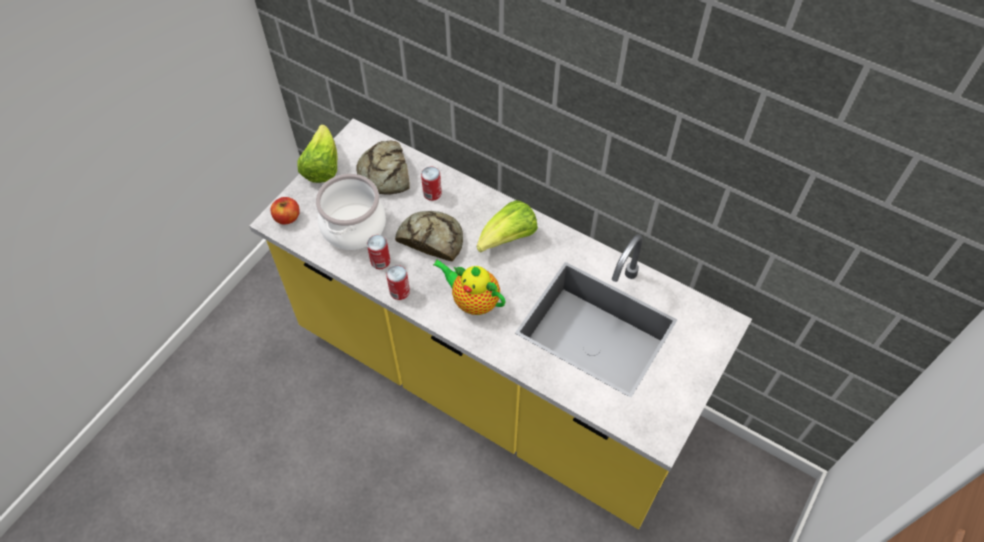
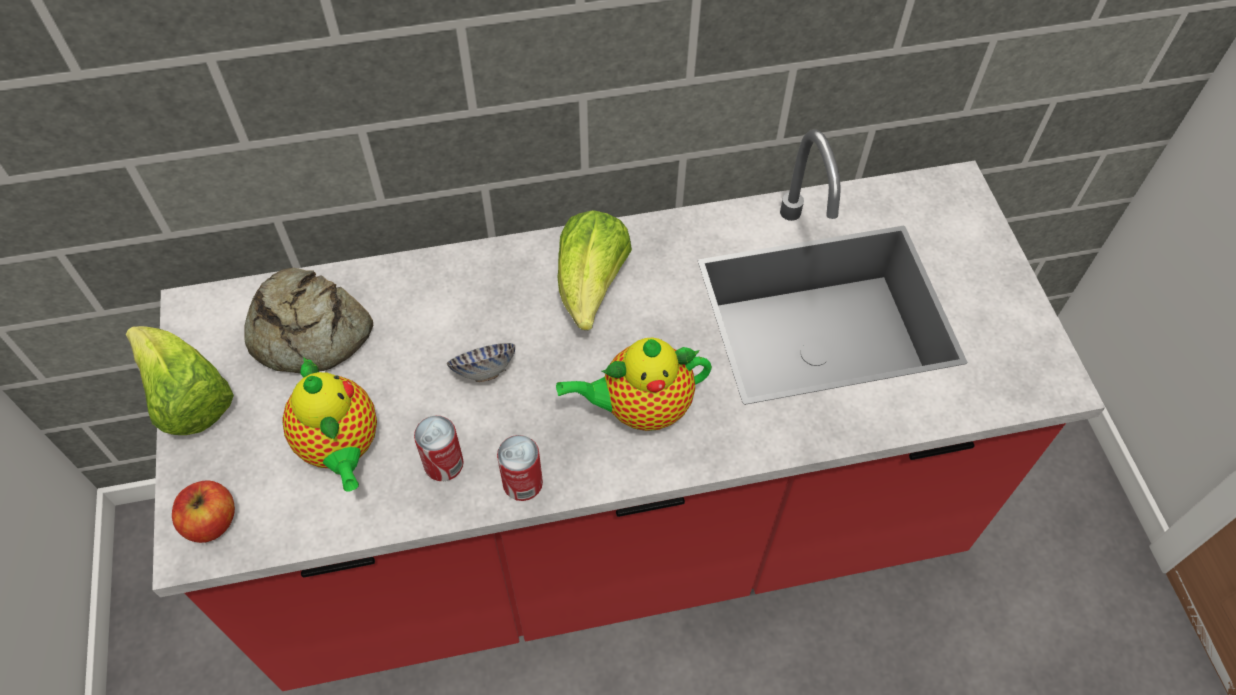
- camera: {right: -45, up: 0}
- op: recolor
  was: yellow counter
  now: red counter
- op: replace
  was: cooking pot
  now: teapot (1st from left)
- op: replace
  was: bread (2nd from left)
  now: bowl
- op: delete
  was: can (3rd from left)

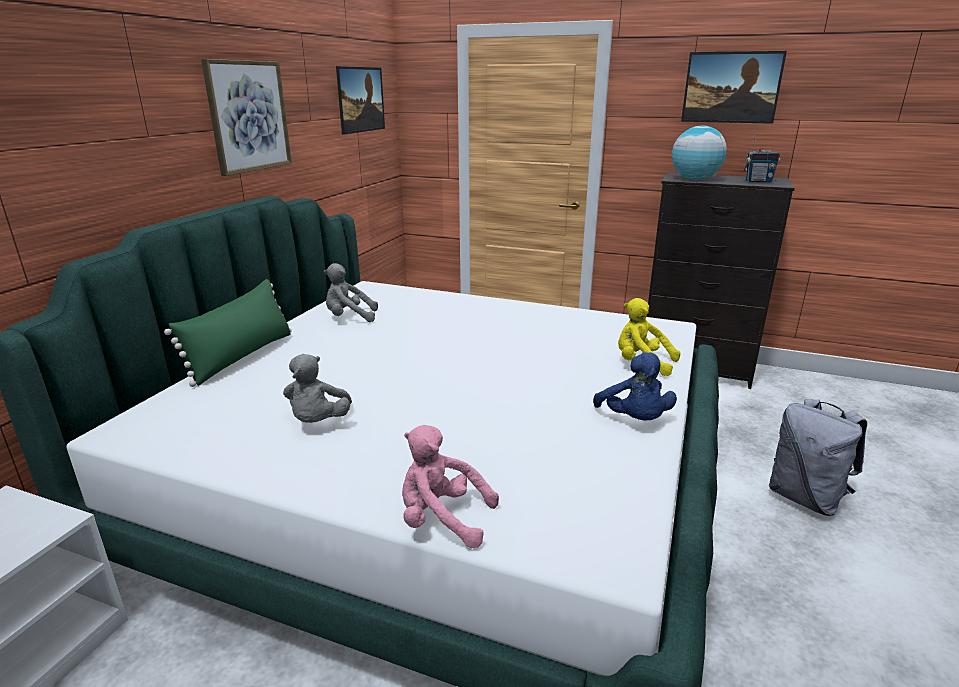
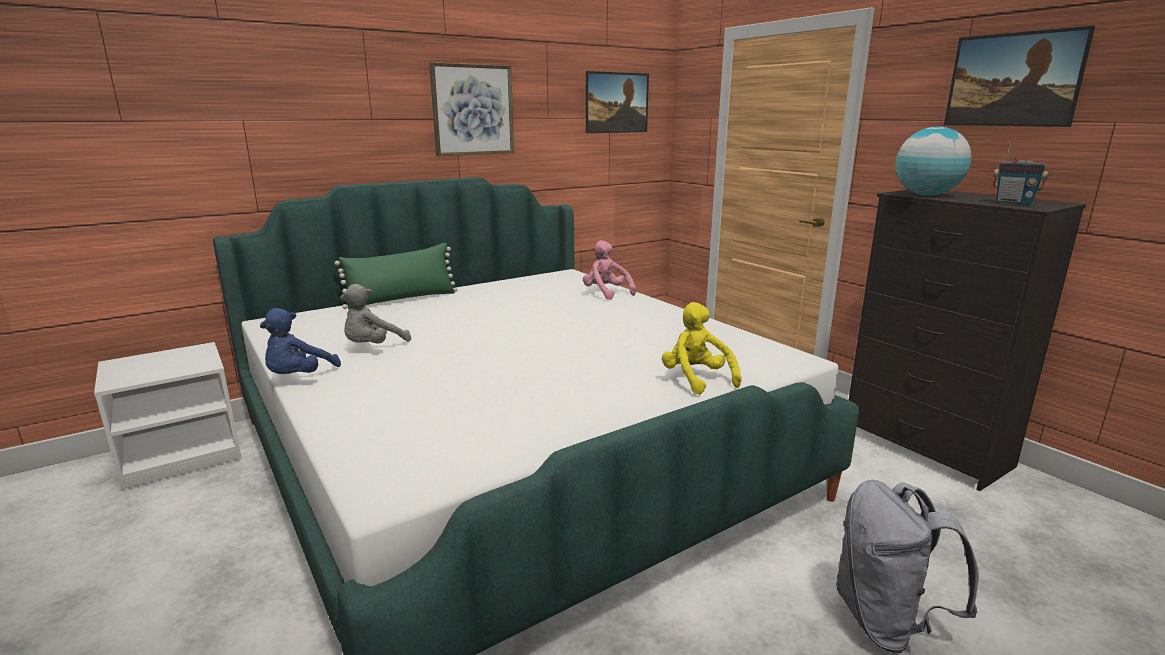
- camera: {right: 35, up: -5}
- op: delete
  was: grey plush toy (2nd from left)
- op: move
  was: pink plush toy
- op: move
  was: blue plush toy

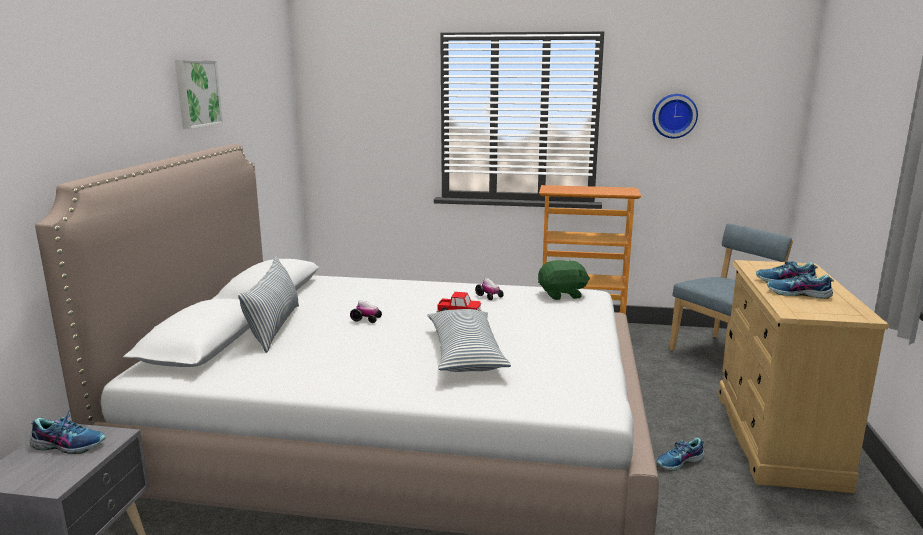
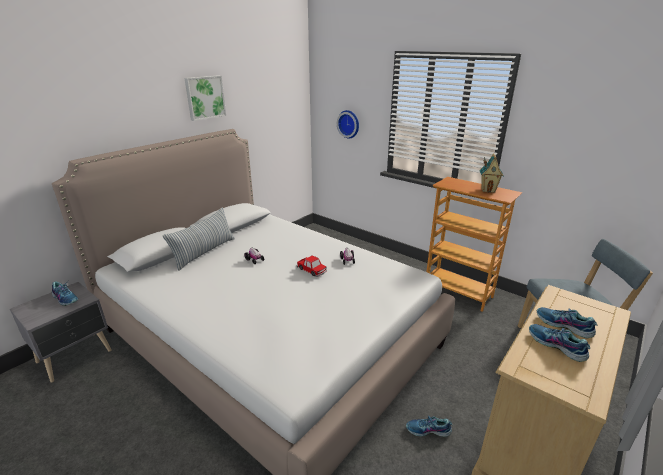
- camera: {right: 30, up: 10}
- op: delete
  was: pillow (2nd from left)
- op: delete
  was: green plush toy
- op: move
  was: wall clock
- op: insert
  now: toy house

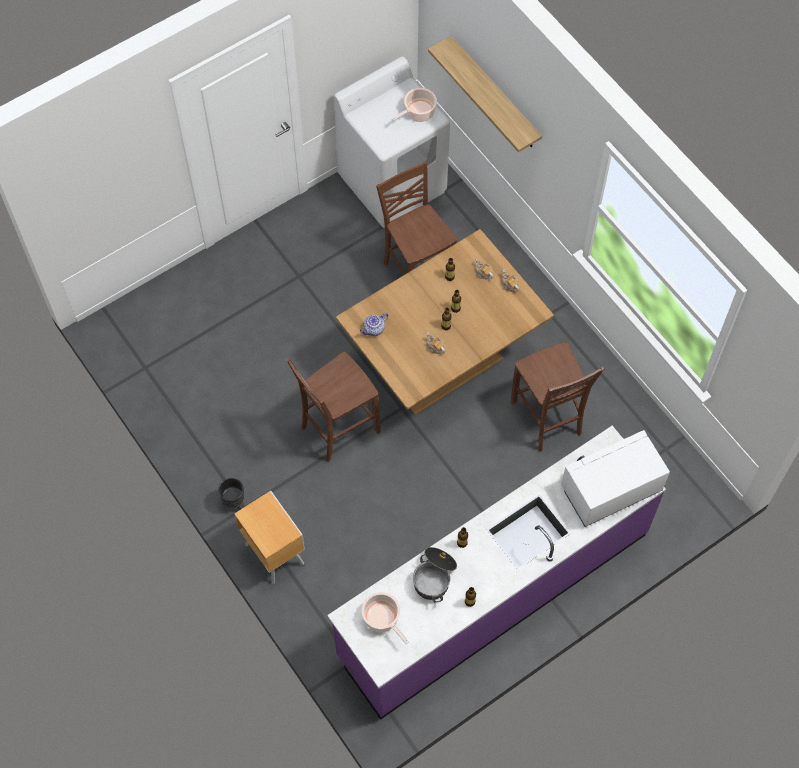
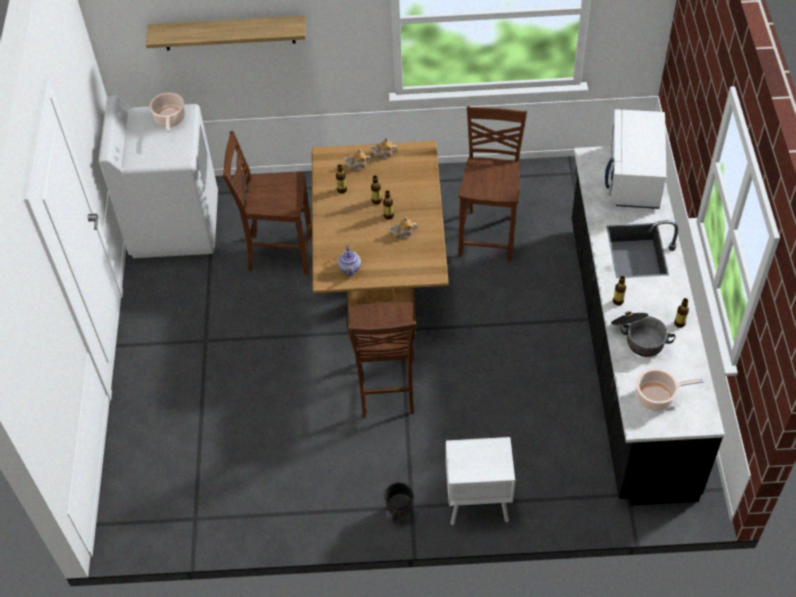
- camera: {right: -55, up: -10}
- op: recolor
  was: brown nightstand
  now: white nightstand
- op: recolor
  was: purple counter
  now: black counter
- op: rotate
  was: brown chair (3rd from left)
  clockwise: -90

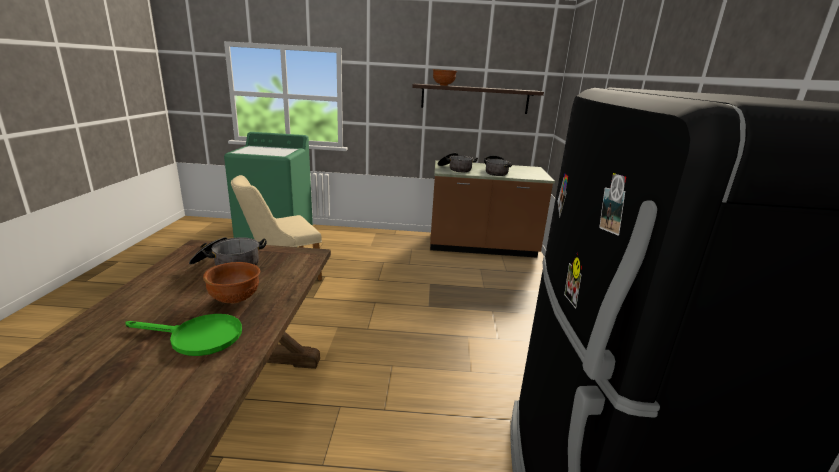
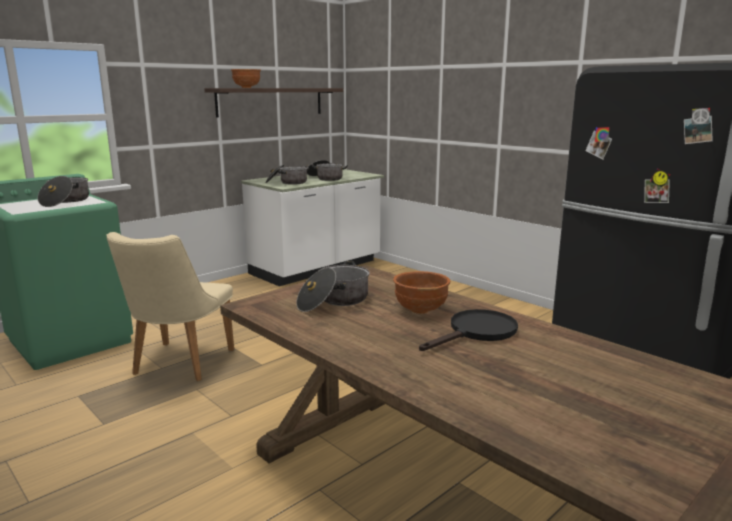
- camera: {right: -45, up: -5}
- op: recolor
  was: green frying pan
  now: black frying pan
- op: recolor
  was: brown counter
  now: white counter
- op: insert
  now: cooking pot (1st from left)

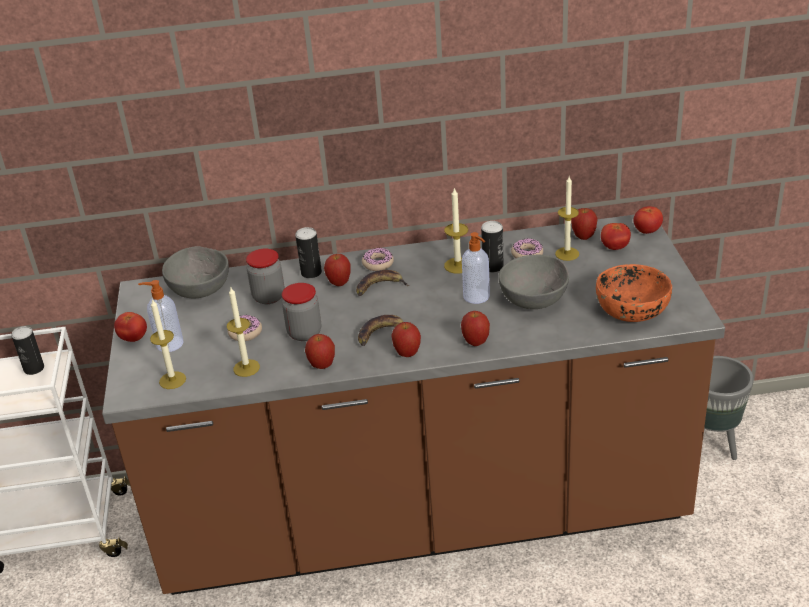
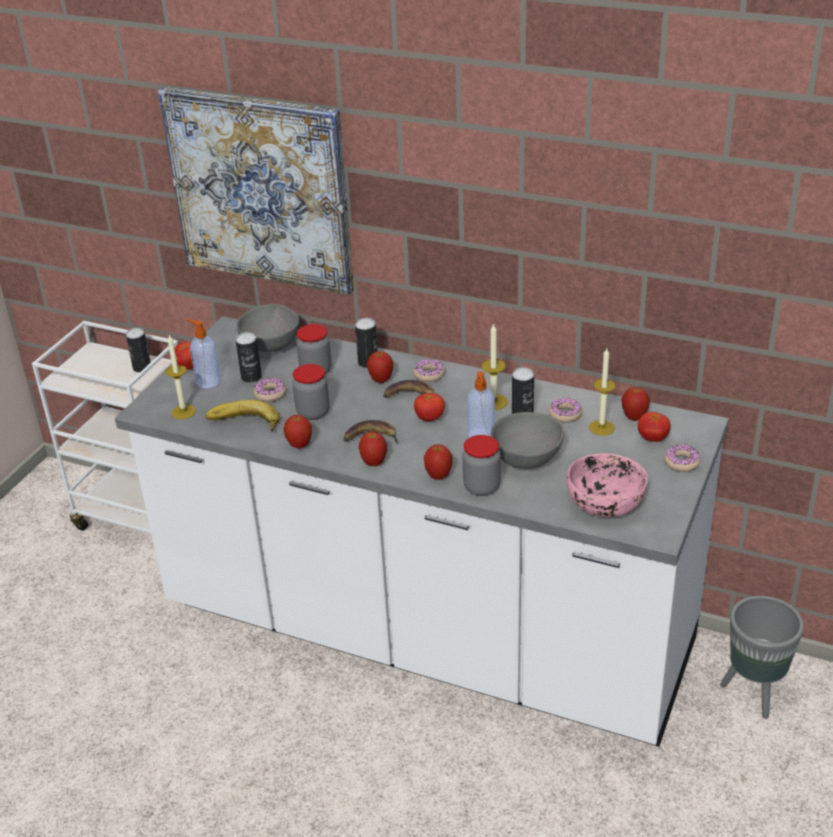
- camera: {right: 30, up: 0}
- op: recolor
  was: brown counter
  now: white counter
- op: replace
  was: candle (2nd from left)
  now: banana (1st from left)
- op: recolor
  was: orange bowl
  now: pink bowl
- op: move
  was: tomato (3rd from left in the first image)
  now: tomato (2nd from left)
- op: insert
  now: picture
- op: insert
  now: can (2nd from left)
- op: insert
  now: jar (3rd from left)
- op: insert
  now: donut (4th from left)

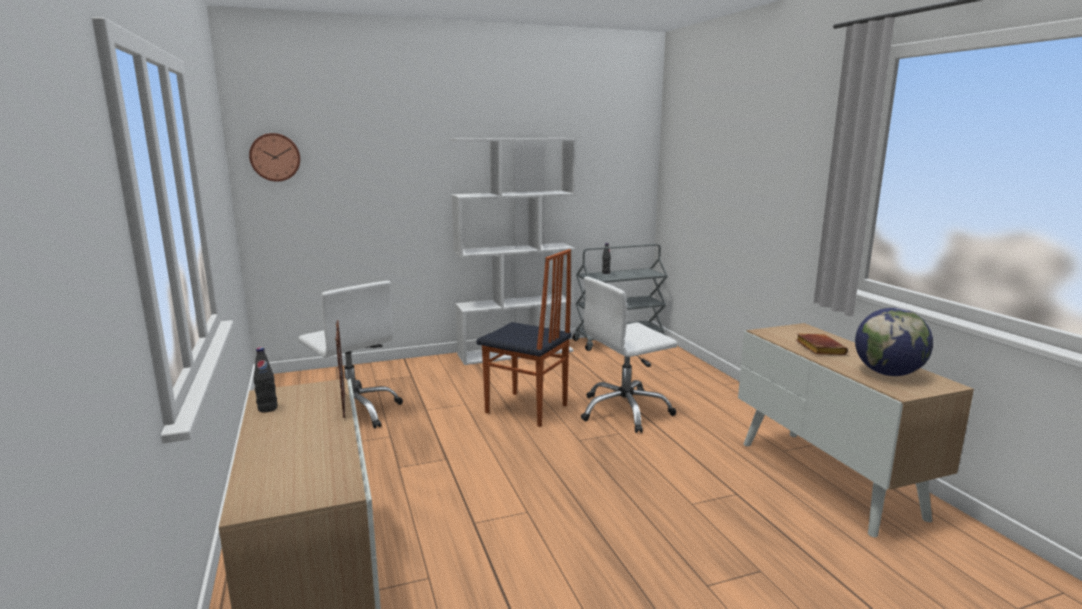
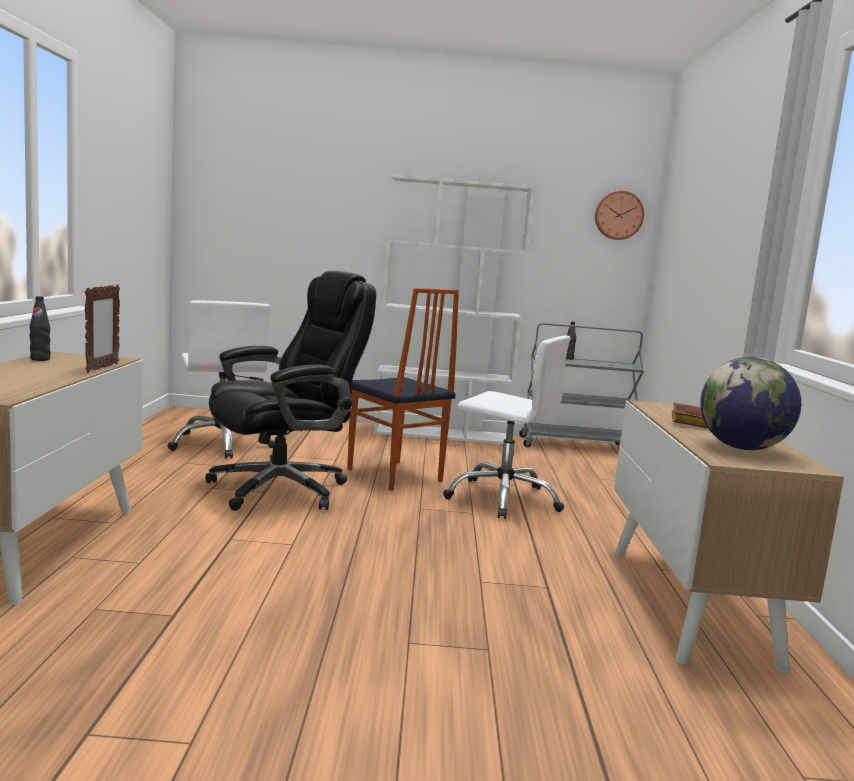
- camera: {right: 20, up: -5}
- op: move
  was: wall clock
- op: rotate
  was: white office chair (2nd from left)
  clockwise: -150
- op: insert
  now: black office chair

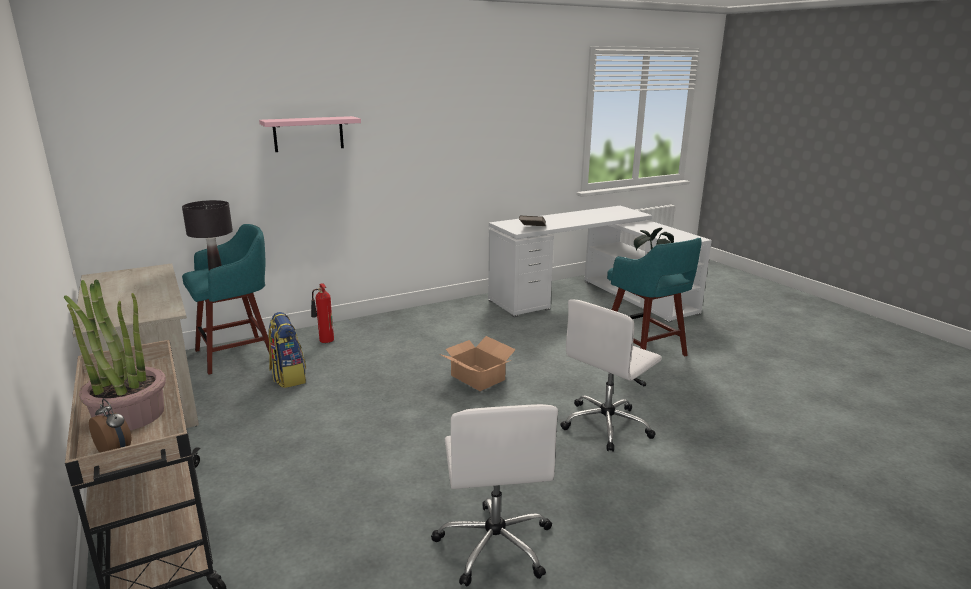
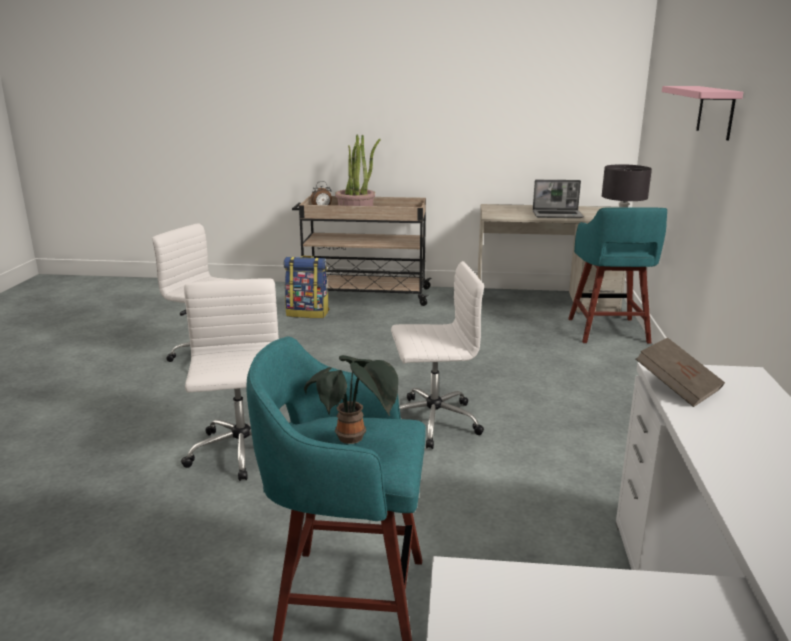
- camera: {right: 125, up: 0}
- op: move
  was: backpack
- op: delete
  was: fire extinguisher
- op: replace
  was: cardboard box
  now: white office chair (3rd from left)
- op: insert
  now: laptop

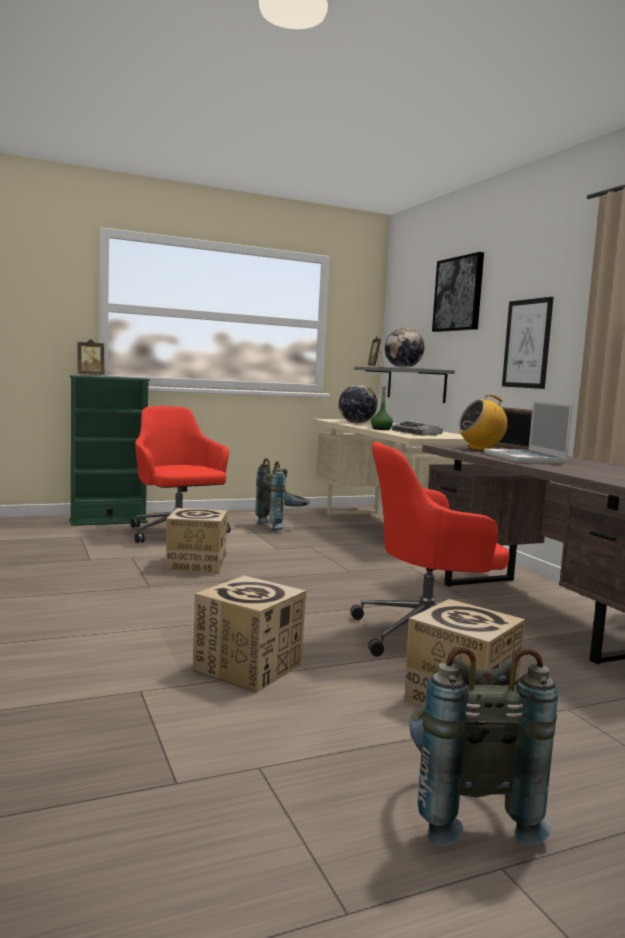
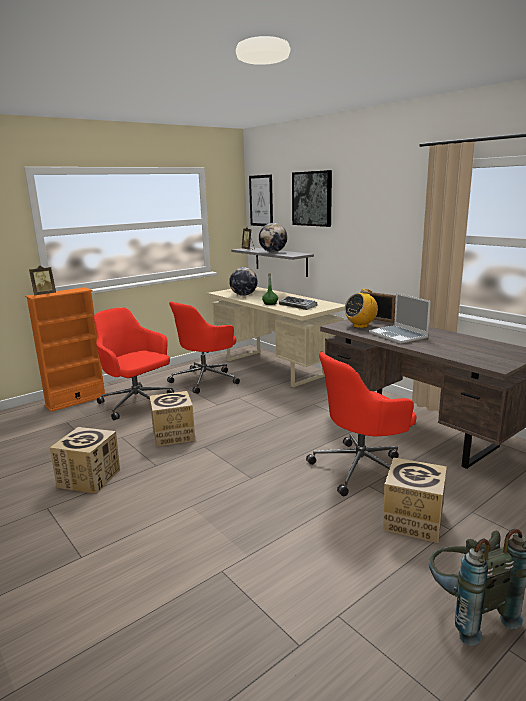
- camera: {right: -15, up: 10}
- op: recolor
  was: green bookcase
  now: orange bookcase
- op: move
  was: cardboard box (2nd from left in the first image)
  now: cardboard box (1st from left)
- op: replace
  was: grey backpack (1st from left)
  now: red office chair (2nd from left)
- op: move
  was: picture (2nd from left in the first image)
  now: picture (1st from left)

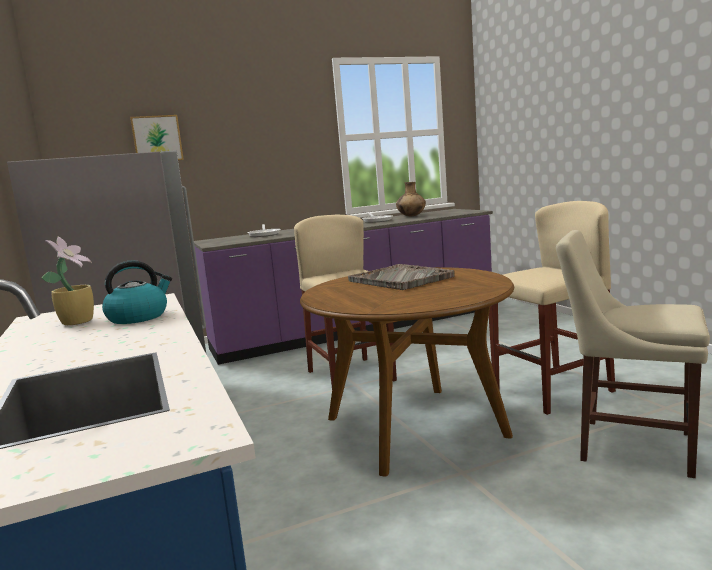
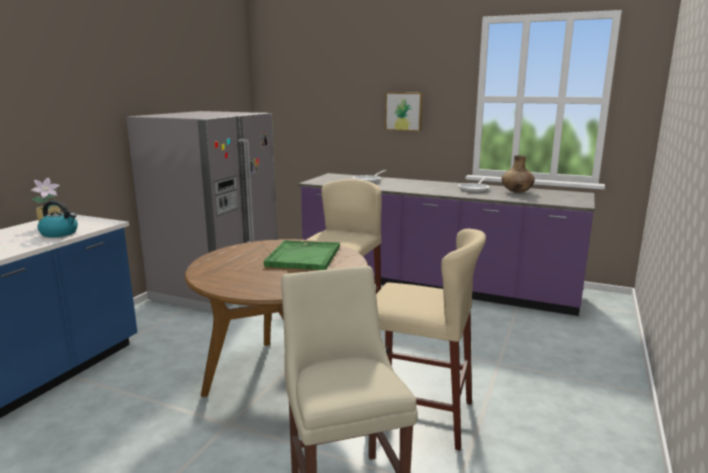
- camera: {right: 45, up: 5}
- op: move
  was: picture
- op: recolor
  was: grey tray
  now: green tray

